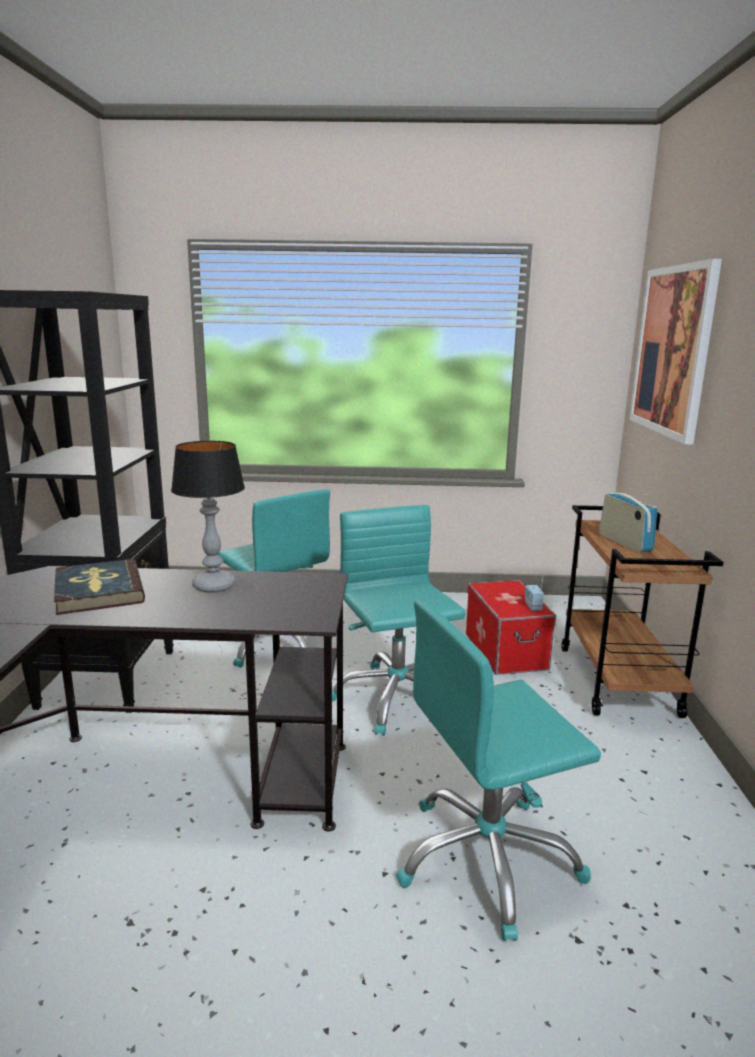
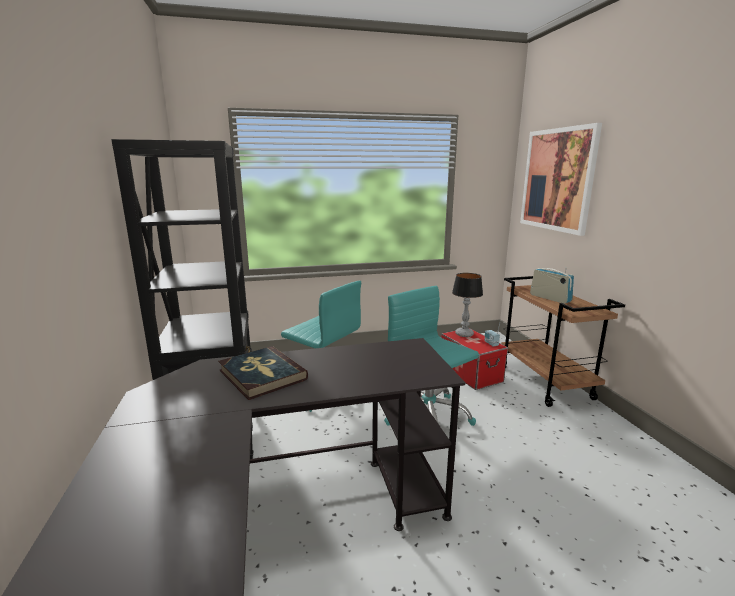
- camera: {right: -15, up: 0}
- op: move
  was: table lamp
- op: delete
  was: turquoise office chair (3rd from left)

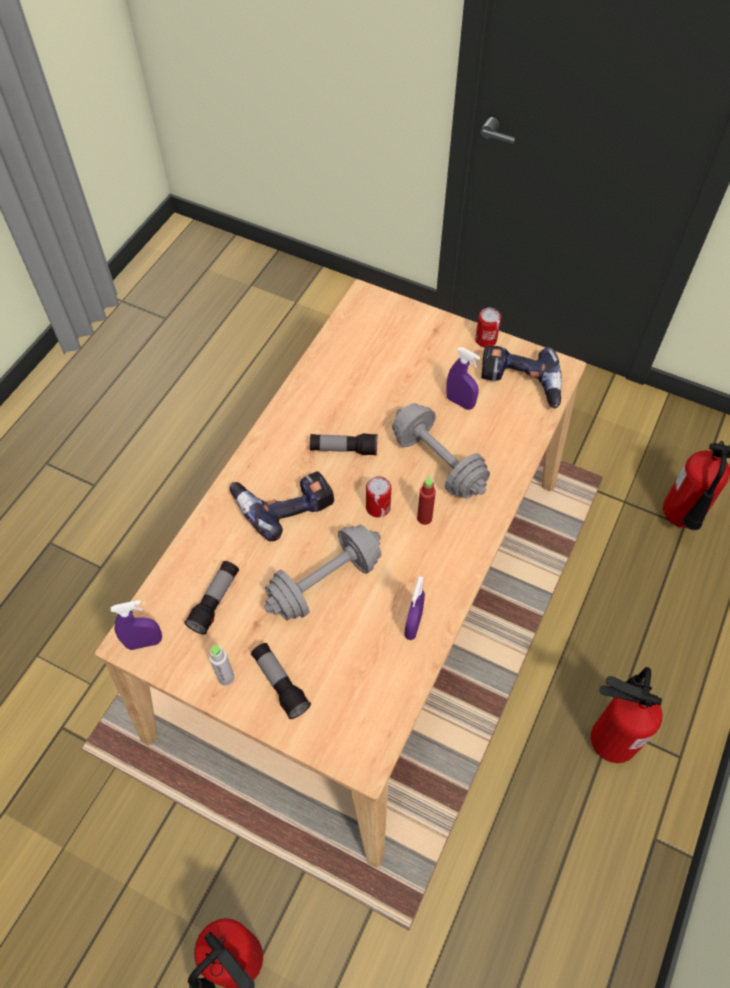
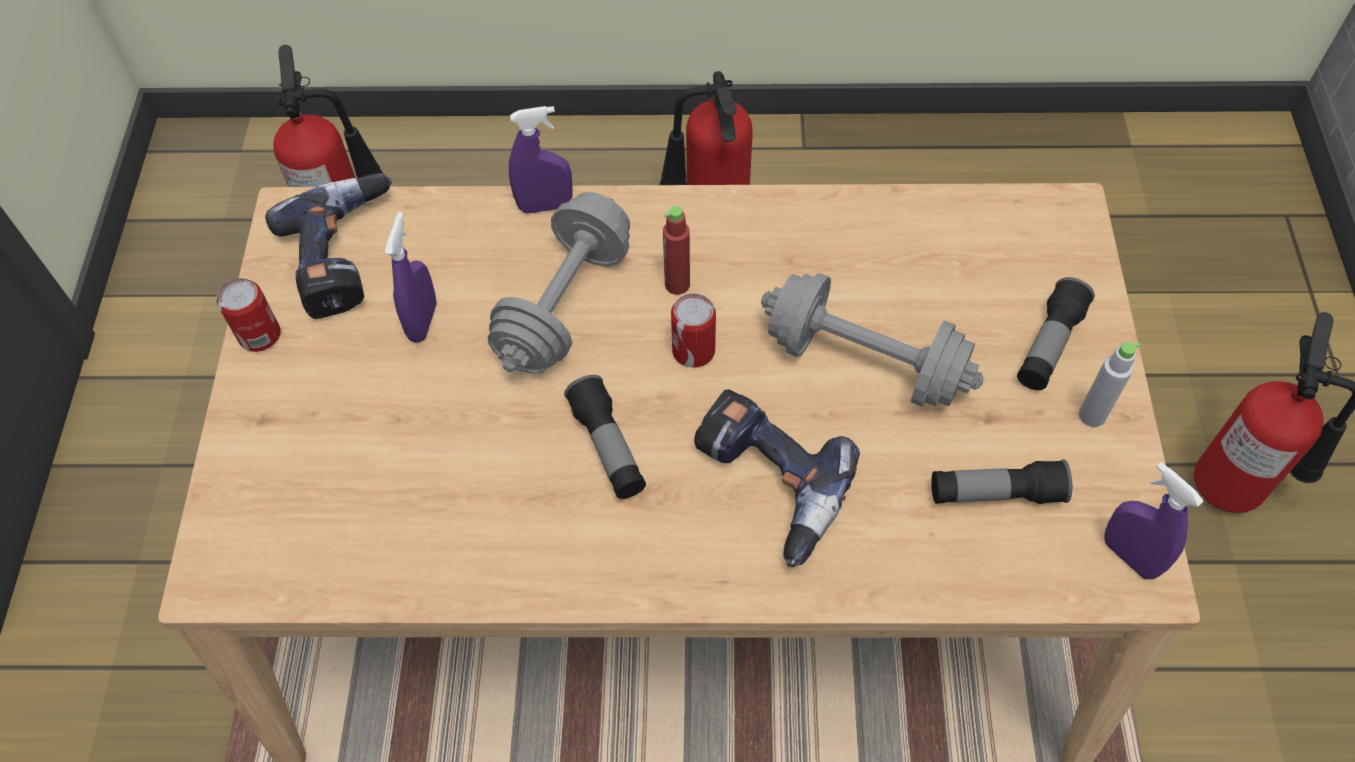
- camera: {right: -115, up: 0}
- op: move
  was: purple spray bottle (2nd from left)

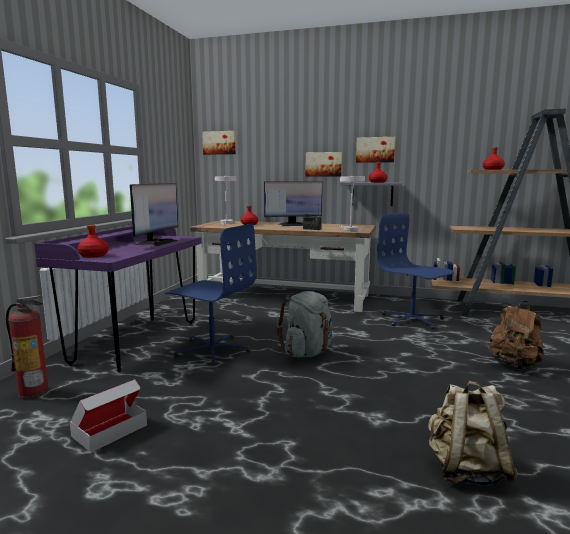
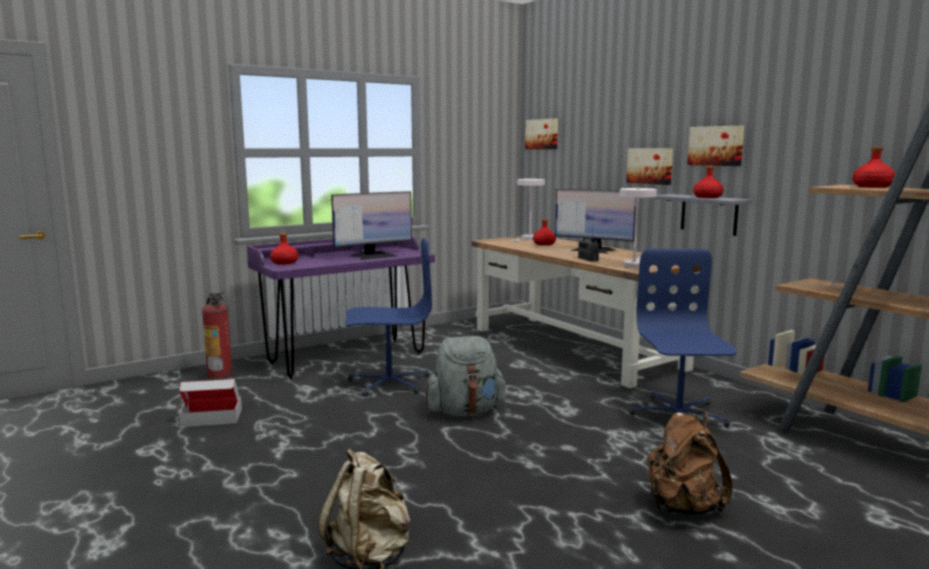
- camera: {right: 40, up: 0}
- op: rotate
  was: blue office chair (1st from left)
  clockwise: -75

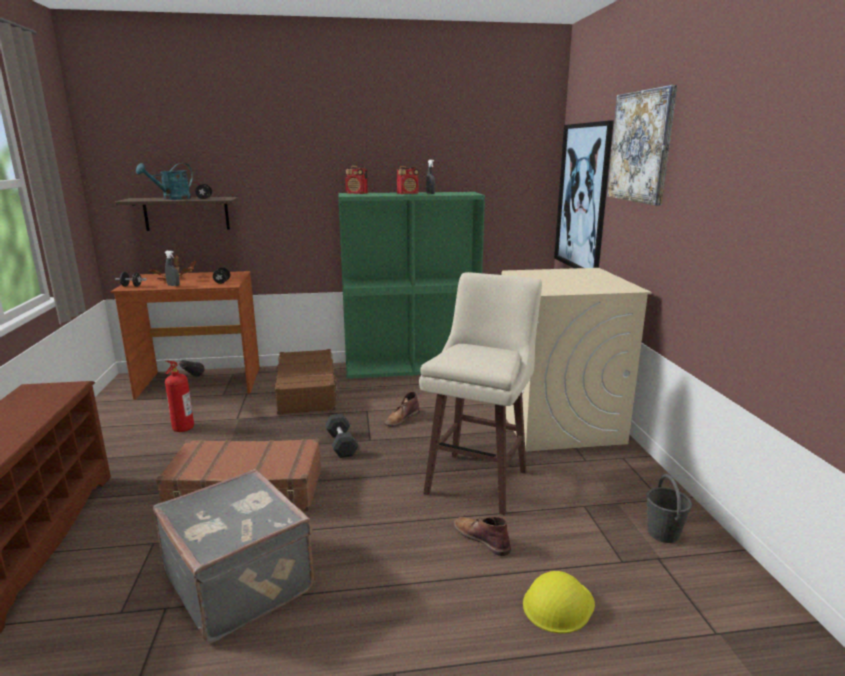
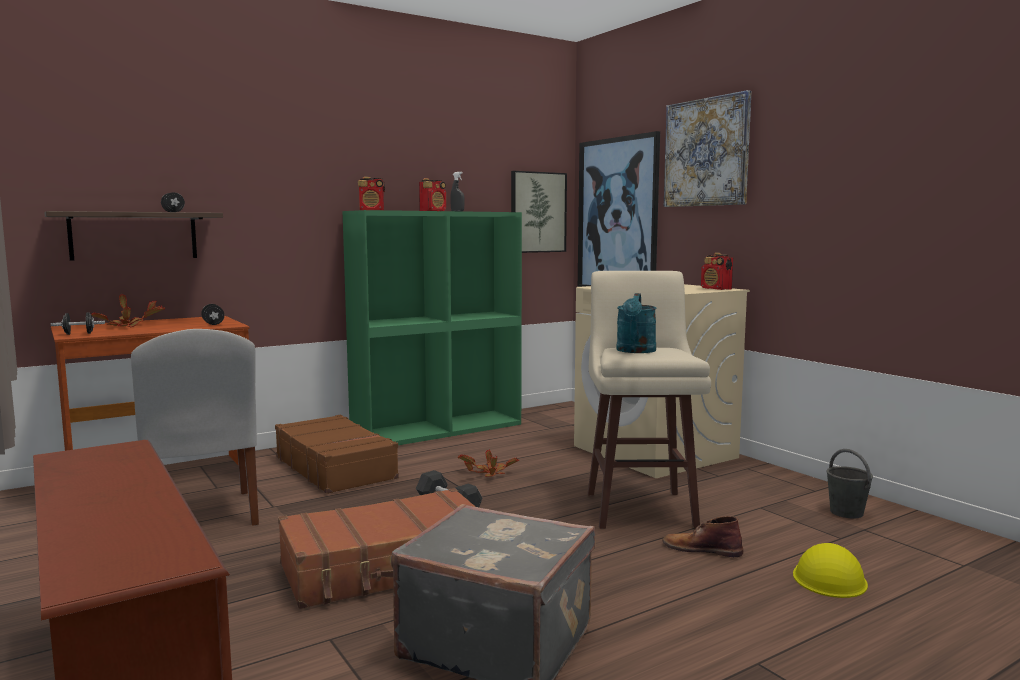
- camera: {right: -25, up: -10}
- op: move
  was: turquoise watering can
- op: delete
  was: grey spray bottle (1st from left)
- op: replace
  was: fire extinguisher
  now: white chair
- op: replace
  was: brown boot (1st from left)
  now: potted plant (2nd from left)
- op: insert
  now: picture (1st from left)
- op: insert
  now: radio (3rd from left)

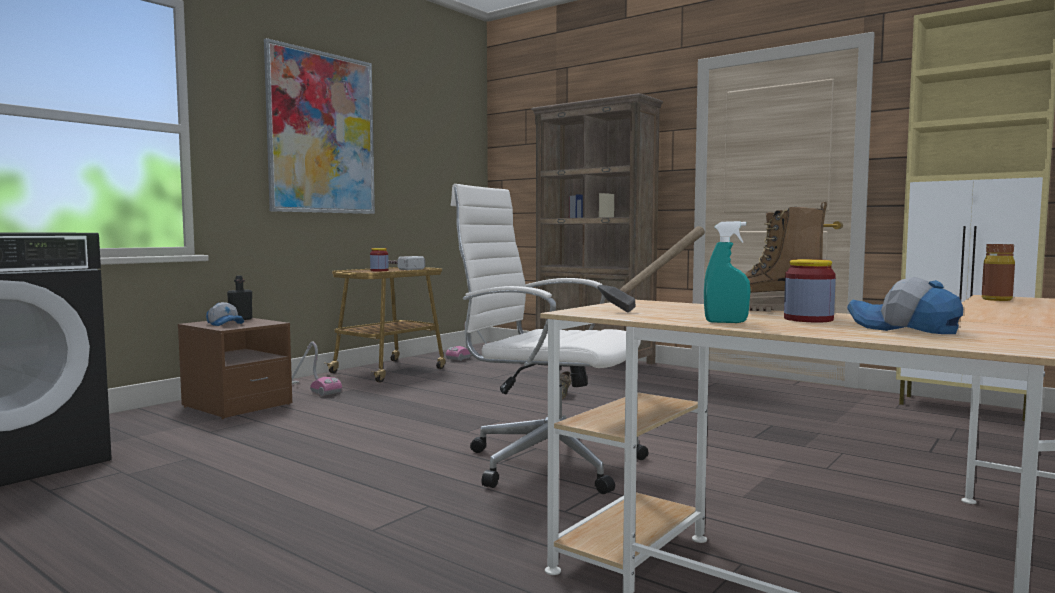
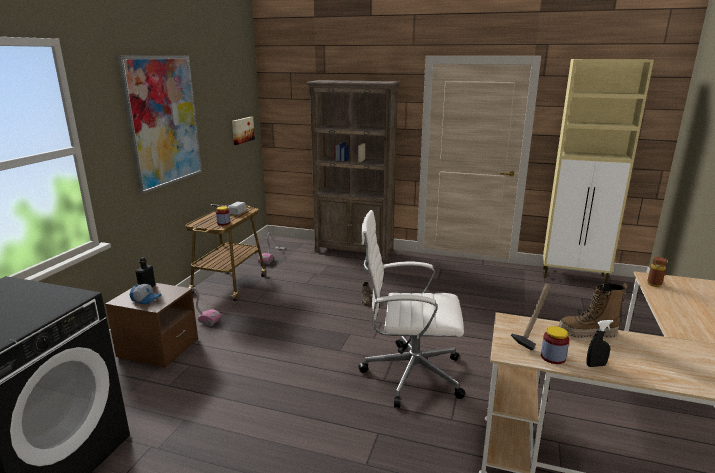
- camera: {right: -20, up: 15}
- op: recolor
  was: turquoise spray bottle
  now: black spray bottle
- op: move
  was: jar (2nd from left)
- op: delete
  was: cap (2nd from left)
- op: insert
  now: picture (2nd from left)

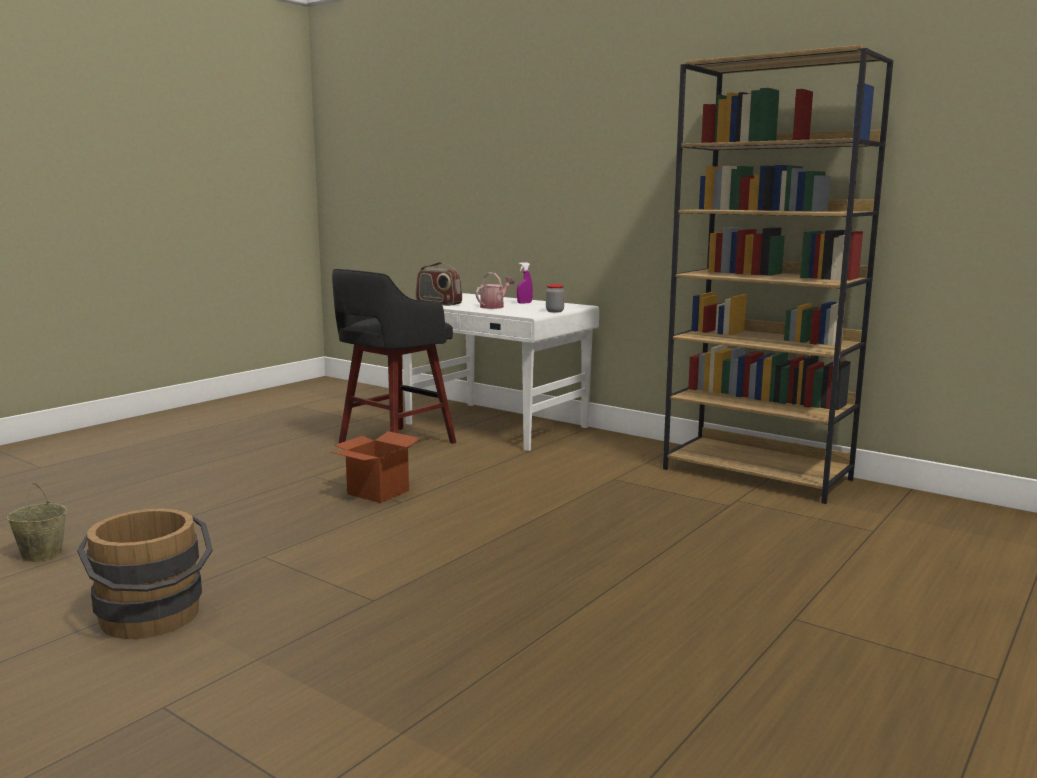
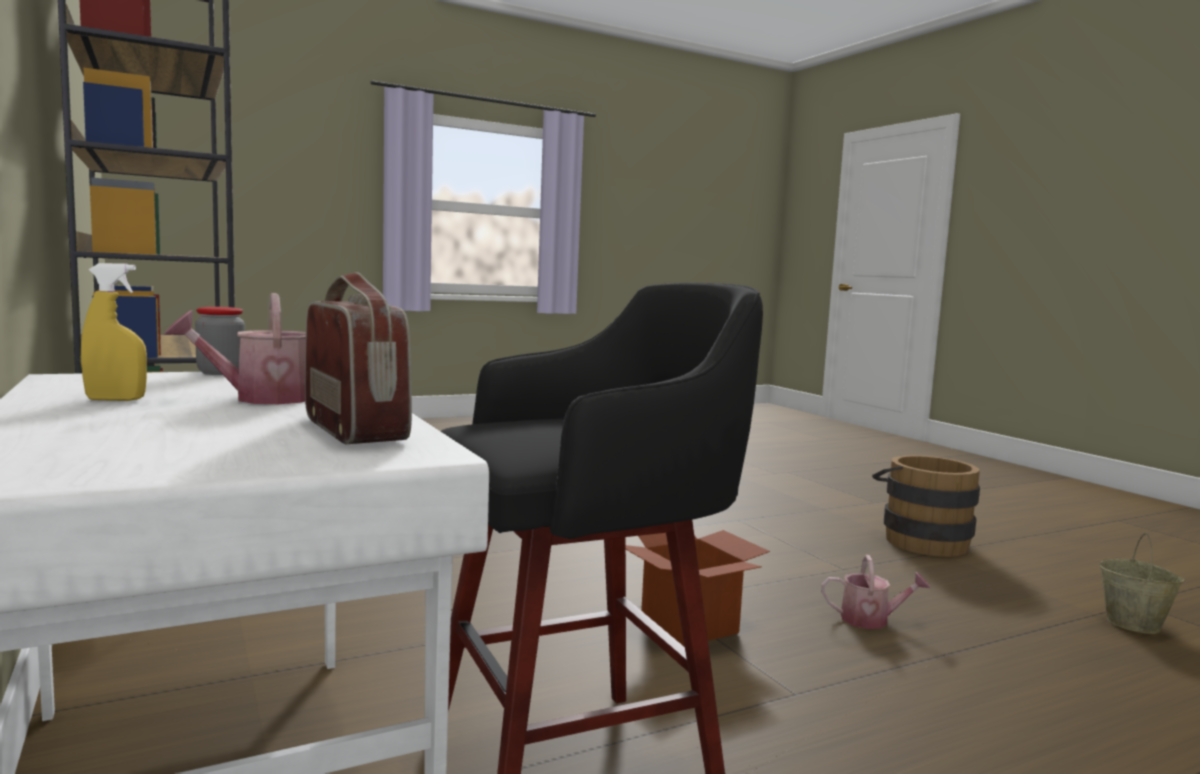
- camera: {right: -155, up: -5}
- op: recolor
  was: purple spray bottle
  now: yellow spray bottle
- op: insert
  now: watering can (2nd from left)

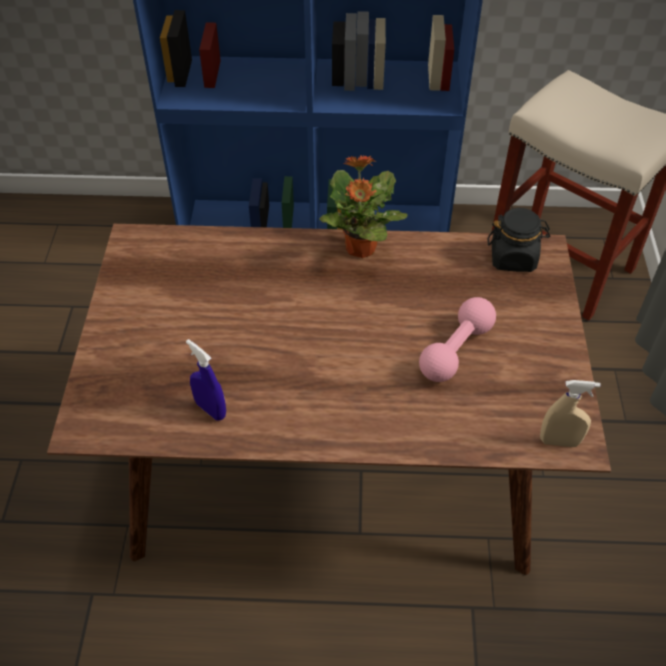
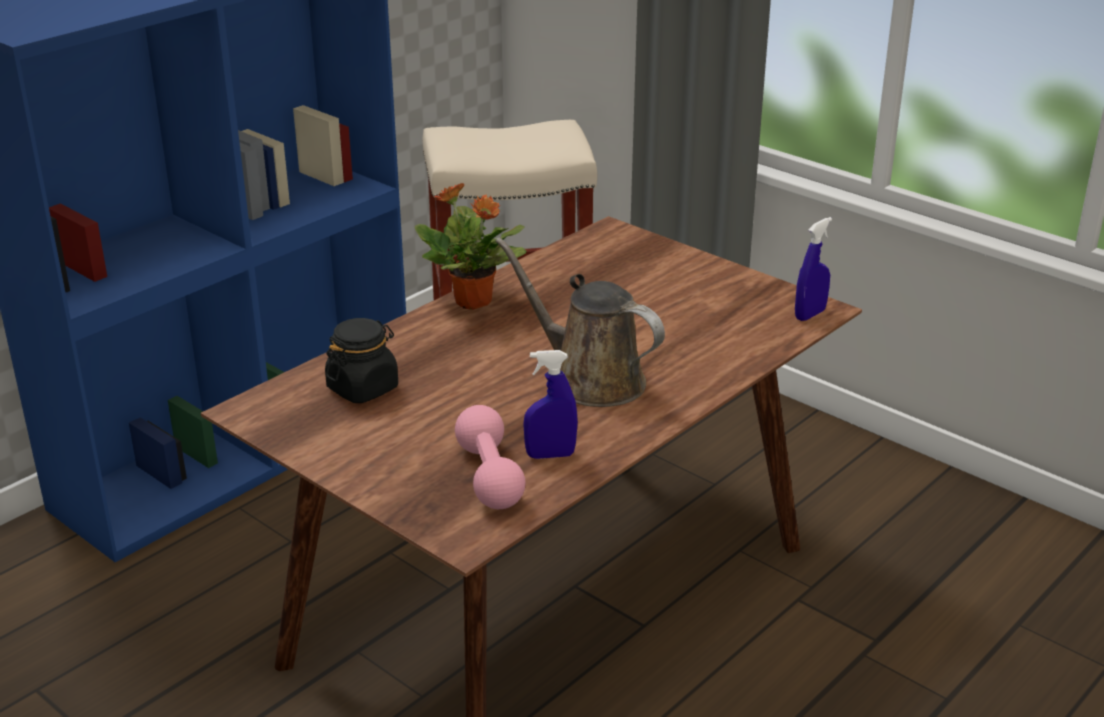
- camera: {right: -50, up: -20}
- op: move
  was: pink dumbbell
- op: move
  was: black jar
- op: recolor
  was: beige spray bottle
  now: blue spray bottle (2nd from left)
- op: insert
  now: brown watering can

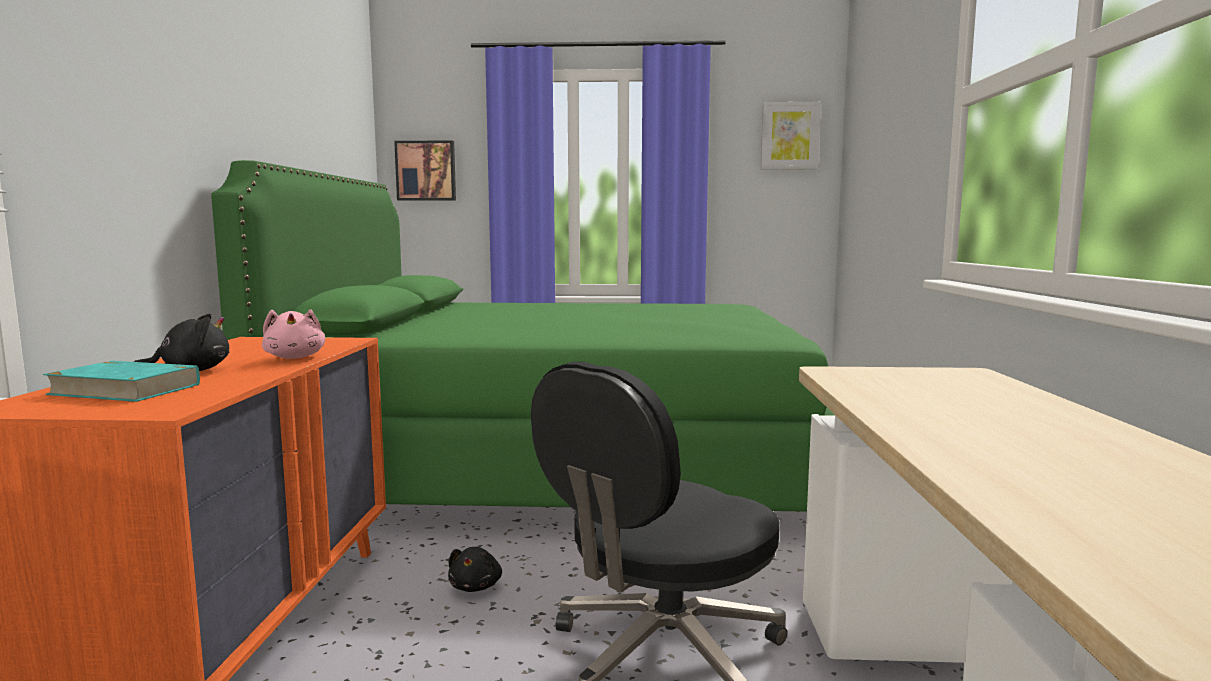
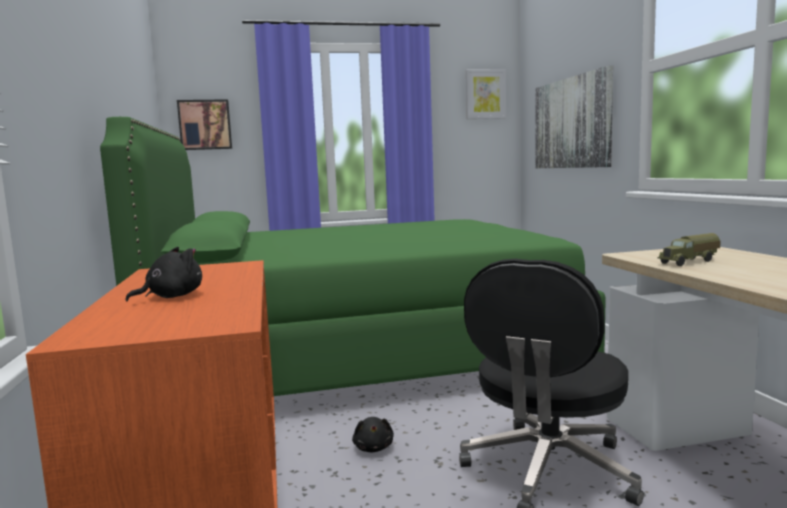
- camera: {right: -15, up: 0}
- op: delete
  was: turquoise book
- op: delete
  was: pink plush toy
- op: insert
  now: picture (3rd from left)
- op: insert
  now: toy truck

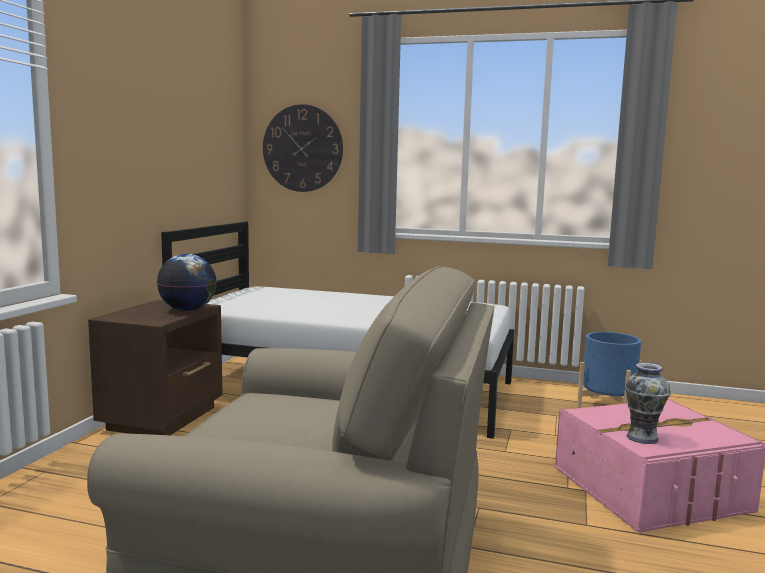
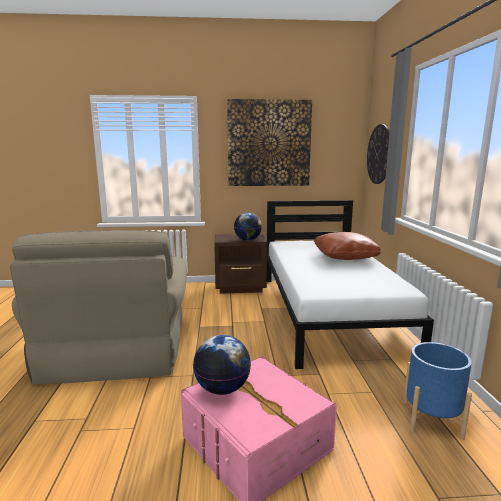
- camera: {right: 70, up: 5}
- op: replace
  was: vase
  now: globe (1st from left)
- op: insert
  now: picture
- op: insert
  now: brown pillow

